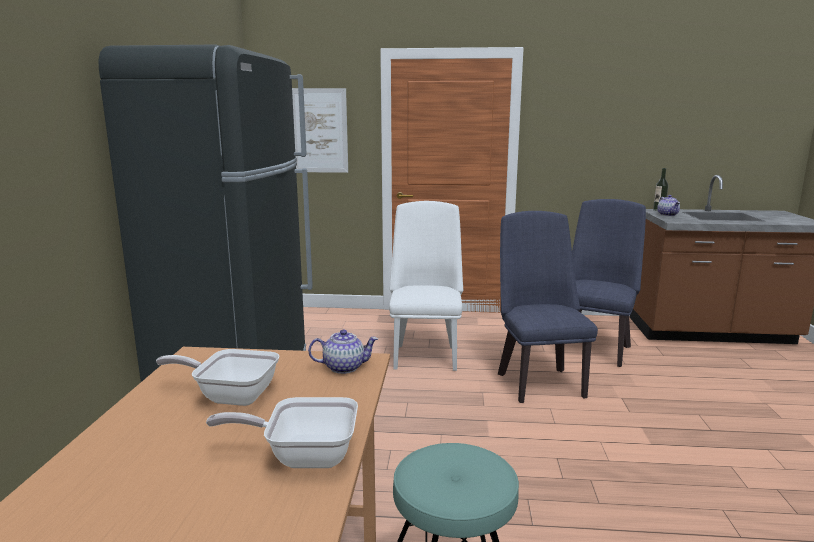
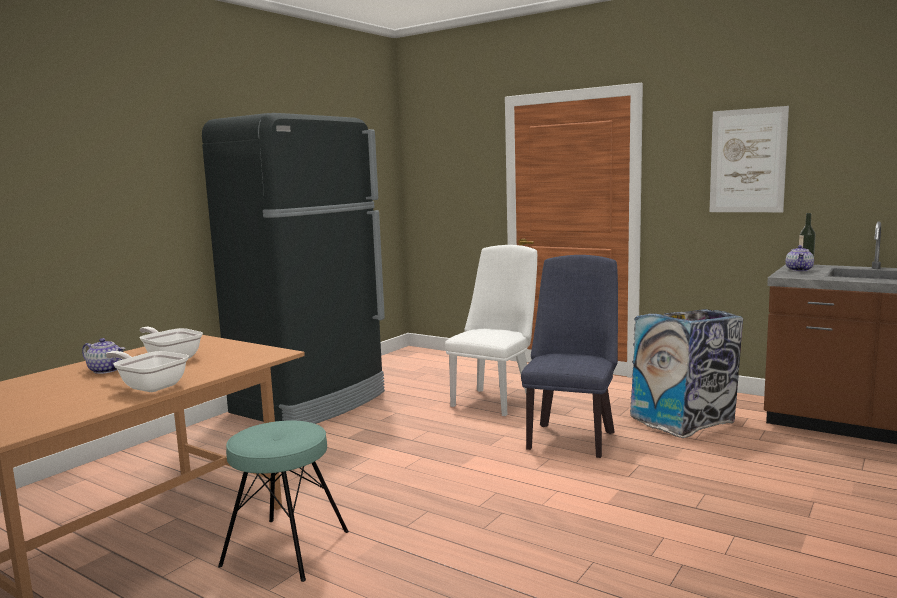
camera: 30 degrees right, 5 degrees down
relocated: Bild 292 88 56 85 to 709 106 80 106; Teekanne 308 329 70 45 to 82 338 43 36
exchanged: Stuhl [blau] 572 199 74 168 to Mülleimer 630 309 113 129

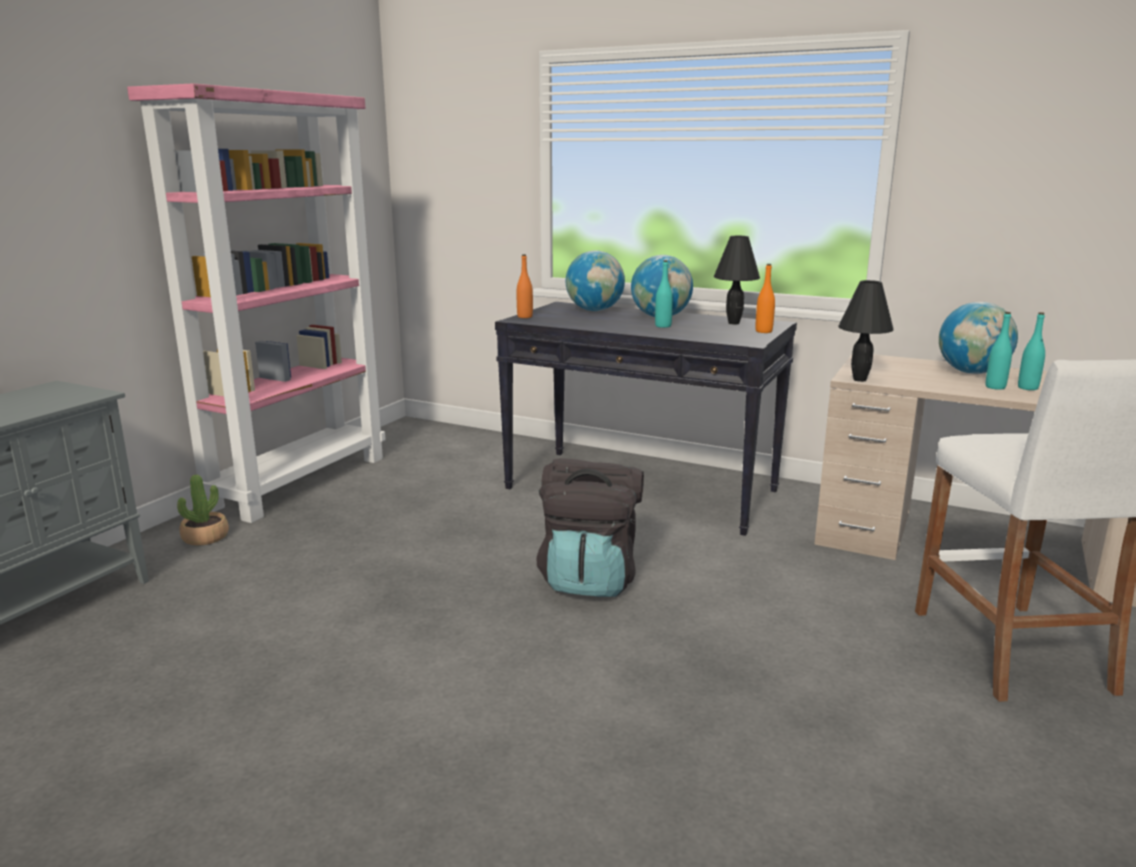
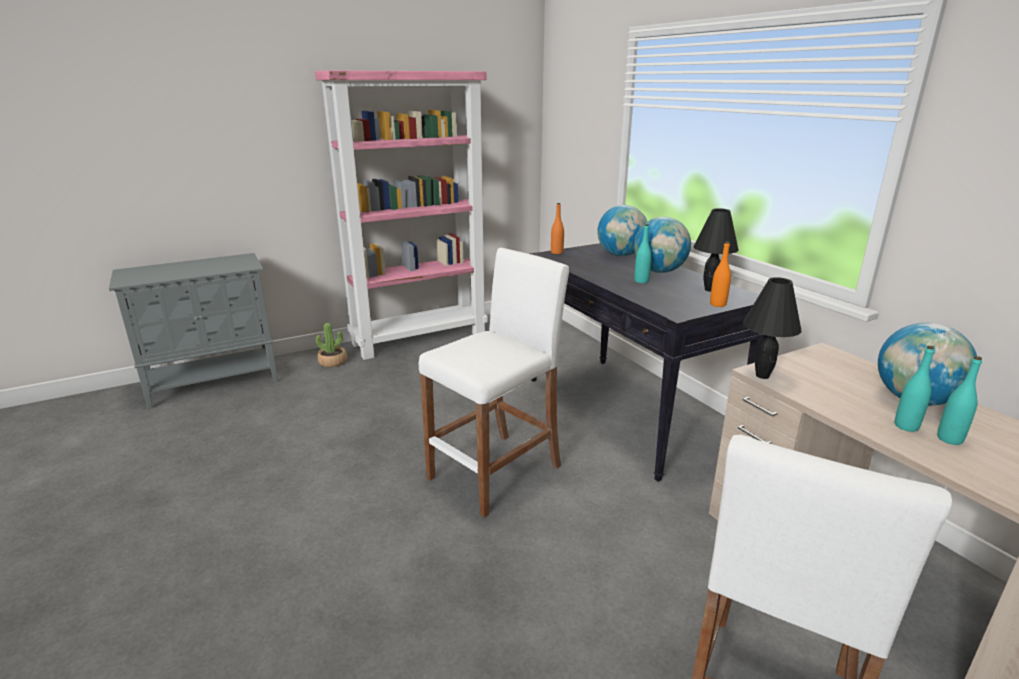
camera: 35 degrees right, 5 degrees up
exchanged: Rucksack [schwarz] 536 458 108 139 to Hocker [weiß] 419 248 150 270

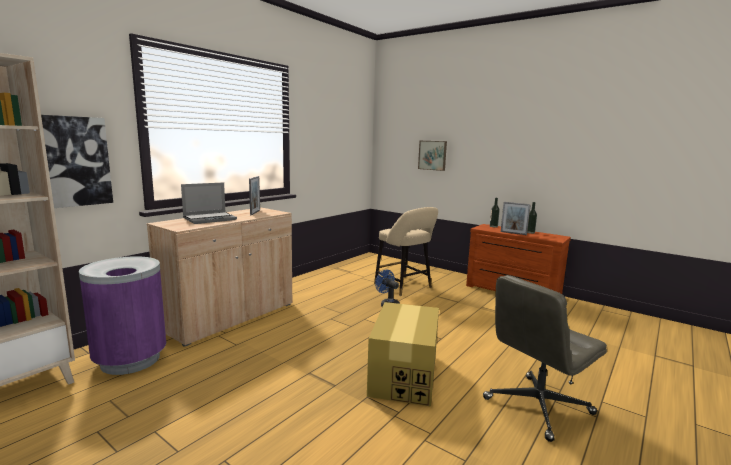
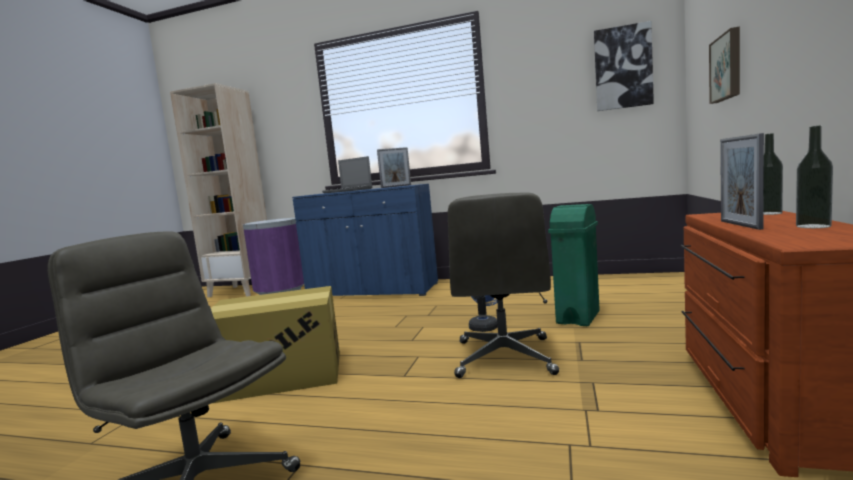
camera: 70 degrees right, 5 degrees down
appeared: Bürostuhl [grau] 448 193 111 185
relocated: Bild 41 115 72 93 to 594 21 60 90
exchanged: Hocker [beige] 374 207 64 89 to Mülleimer [grün] 548 204 52 123
colour: Schrank [beige] 147 207 145 140 to Schrank [blau] 292 184 146 112

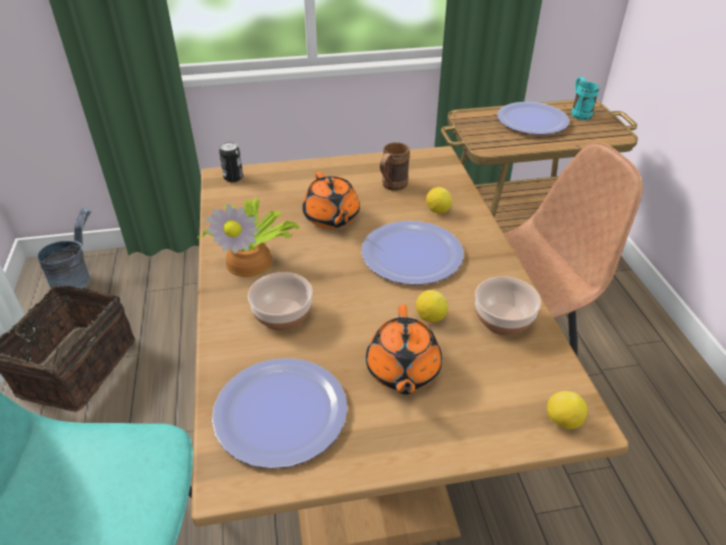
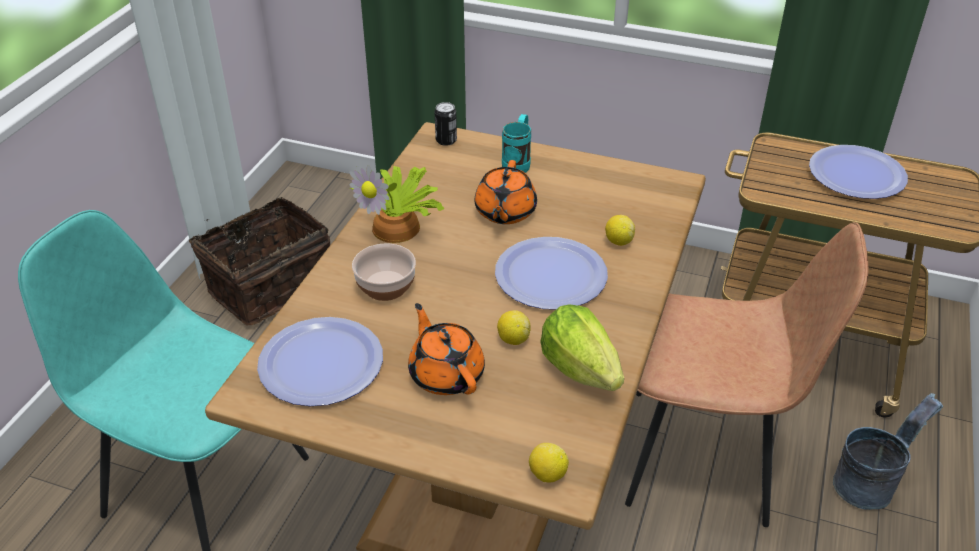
camera: 30 degrees right, 0 degrees up
missing: Henkelbecher [braun] 380 142 30 49
relocated: Eimer [grau] 37 206 54 83 to 833 393 110 117; Henkelbecher [türkis] 571 77 28 43 to 502 114 29 59
exchanged: Schüssel 475 276 66 60 to Salatkopf 540 304 84 87
spun: Teekanne [orange] 366 304 76 90 = 408 303 77 92 120 degrees clockwise

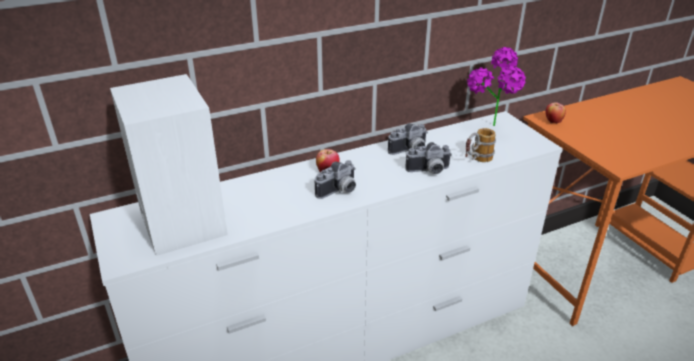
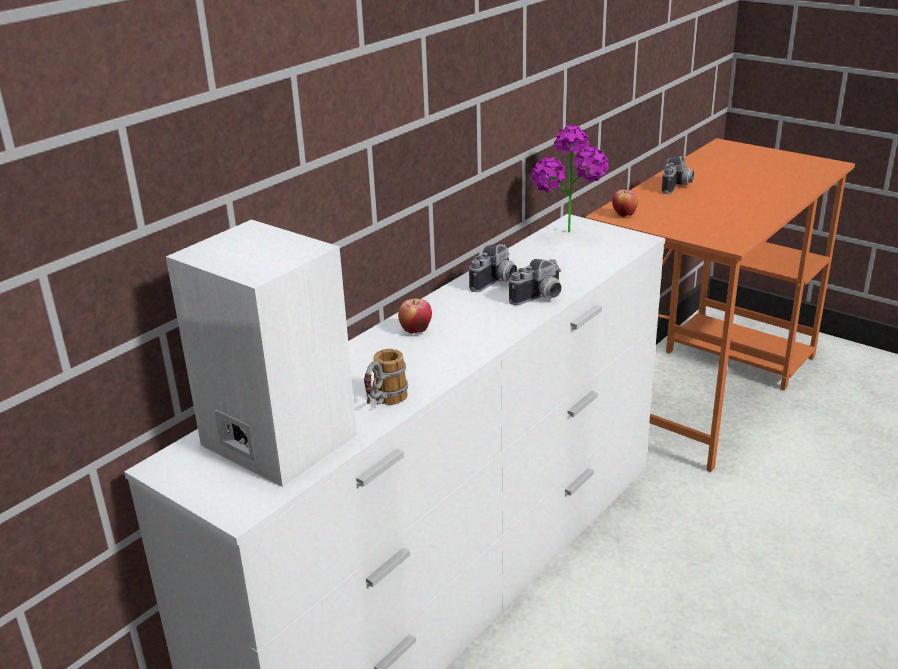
camera: 25 degrees left, 5 degrees down
relocated: Kamera 315 160 41 39 to 662 156 32 38; Henkelbecher 465 128 31 34 to 364 349 44 56

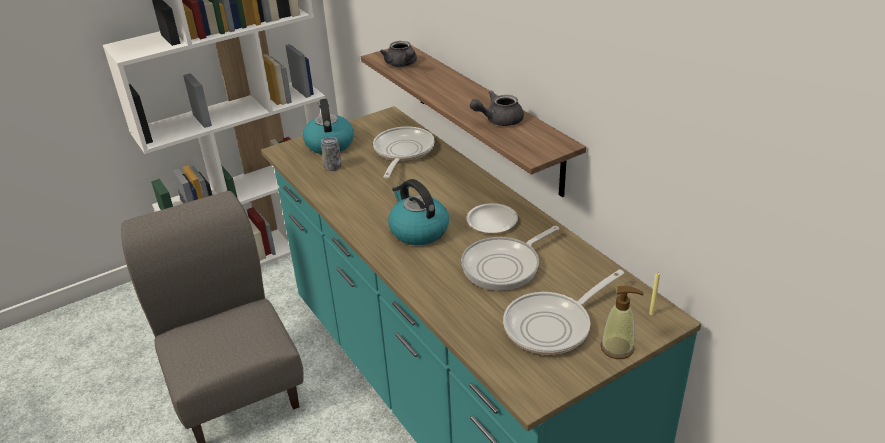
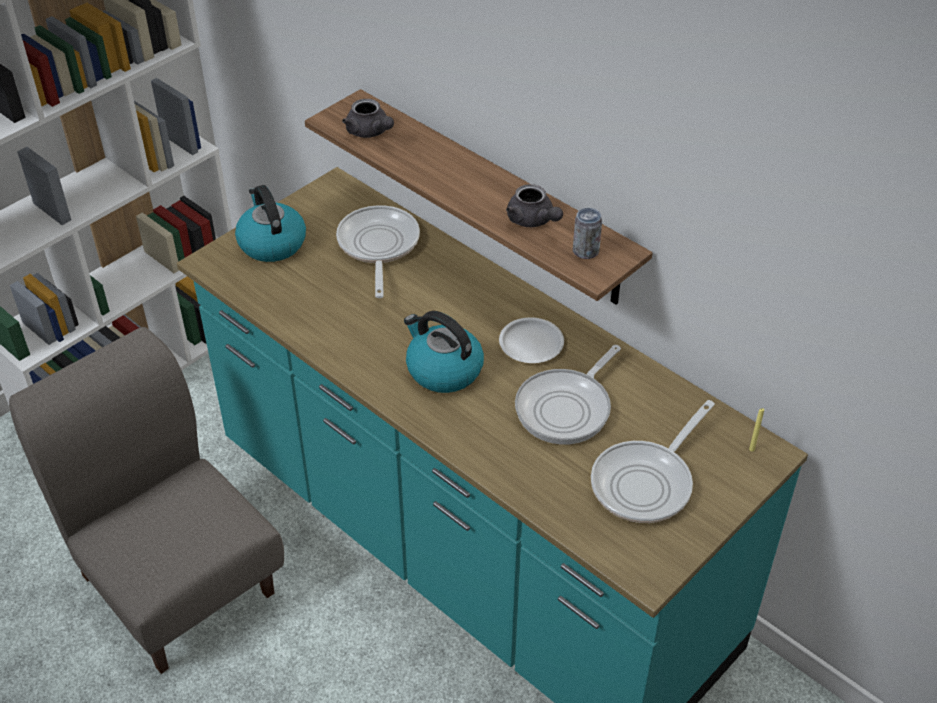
camera: 15 degrees left, 10 degrees up
missing: Seifenspender 600 286 44 73
relocated: Dose 321 137 21 34 to 573 208 29 51
spun: Teekanne [grau] 470 91 54 35 = 506 184 57 43 90 degrees counterclockwise

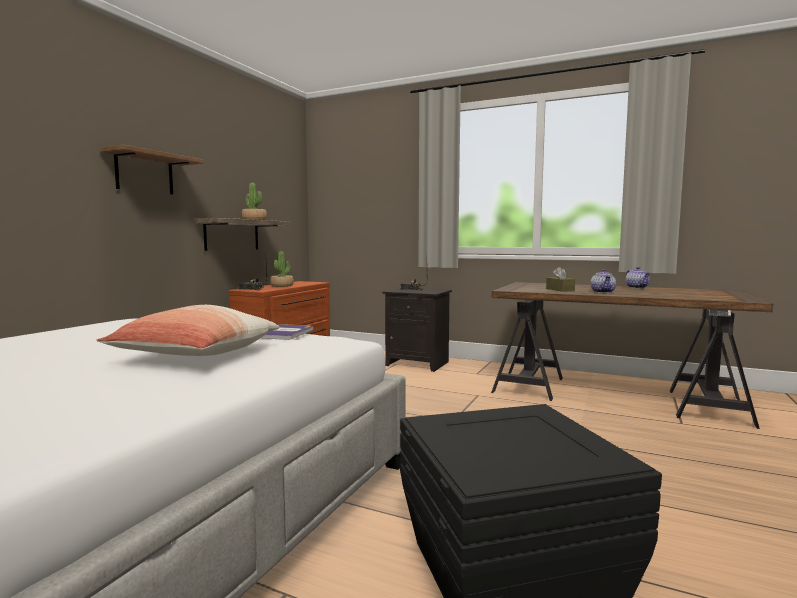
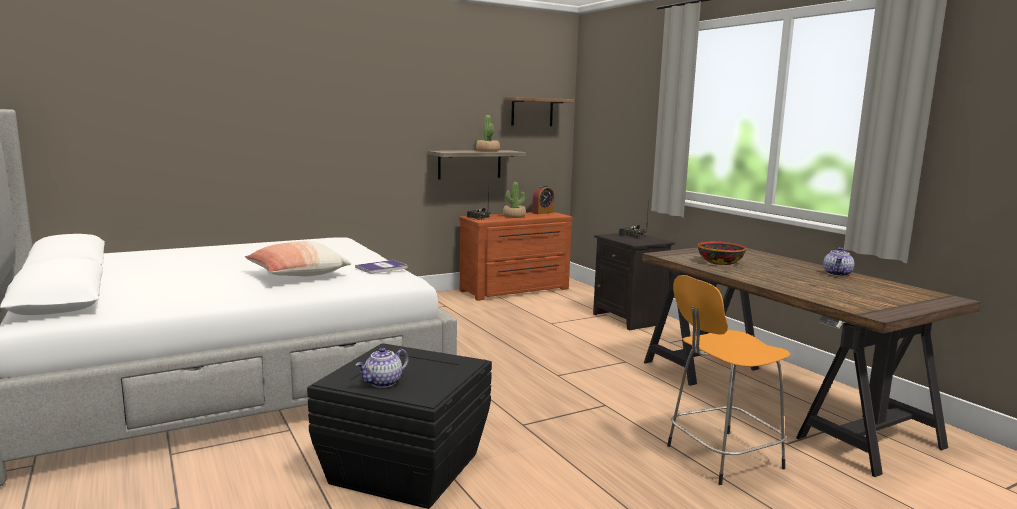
camera: 35 degrees right, 5 degrees up
appeared: Wecker 532 185 22 29; Hocker [orange] 667 275 123 210
relocated: Wandregal 100 145 104 50 to 503 97 72 29; Teekanne 591 269 25 24 to 356 348 53 40
exchanged: Taschentuchbox [braun] 546 267 29 25 to Schüssel 698 242 48 23

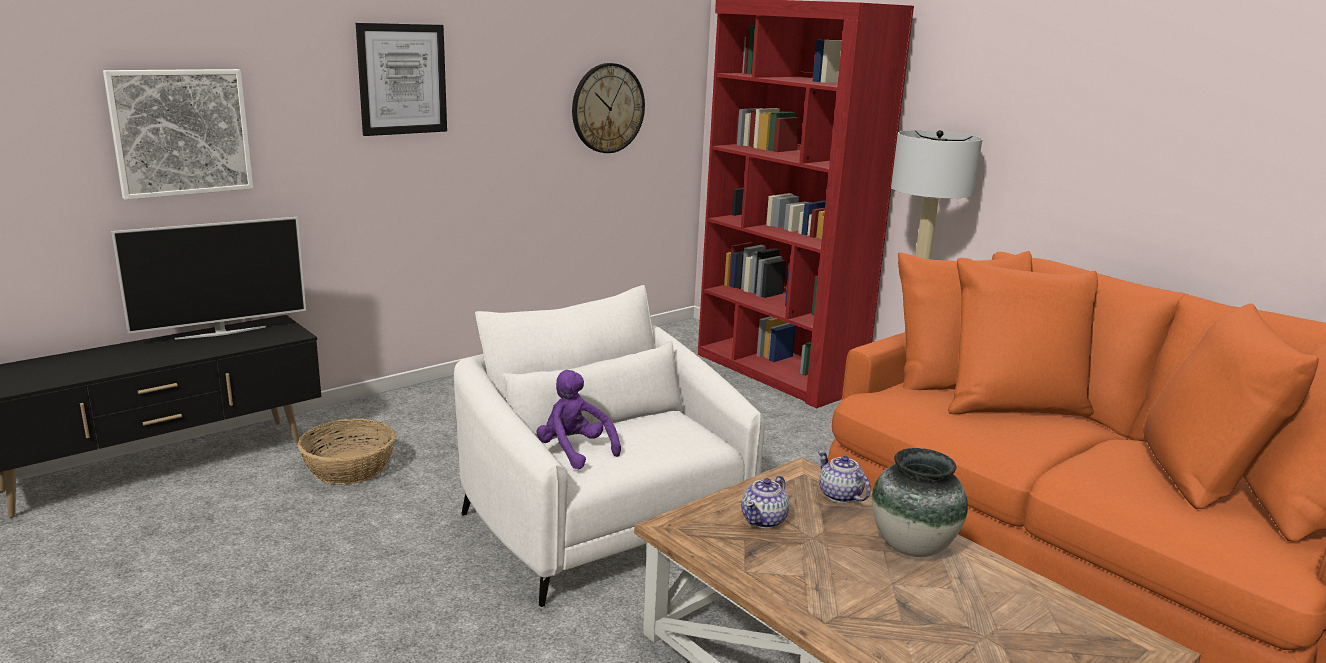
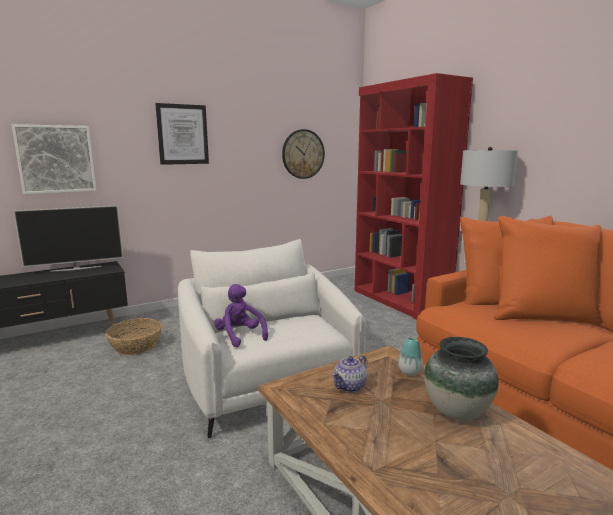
camera: 10 degrees right, 5 degrees down
exchanged: Teekanne 818 451 53 52 to Vase 398 337 25 39

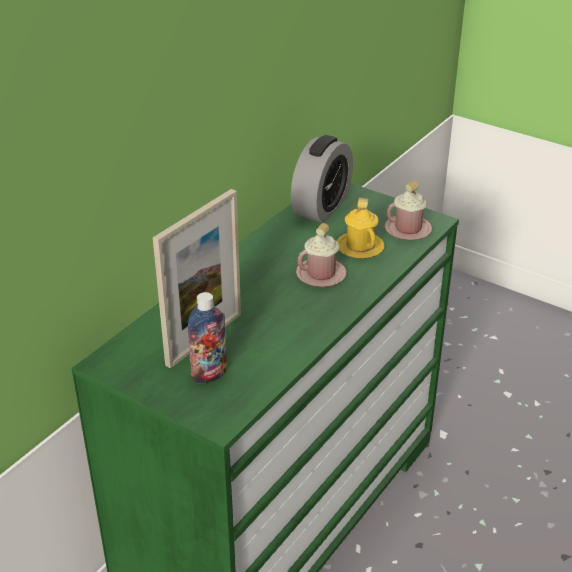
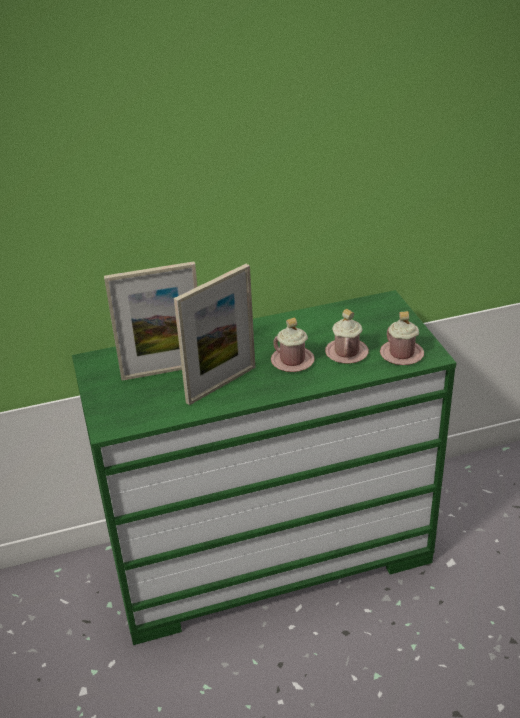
camera: 40 degrees right, 0 degrees up
missing: Flasche 188 292 39 92; Wecker 291 135 62 88
appeared: Bilderrahmen 174 264 81 141
colour: Henkelbecher [gelb] 337 197 48 62 to Henkelbecher [rosa] 325 309 44 55

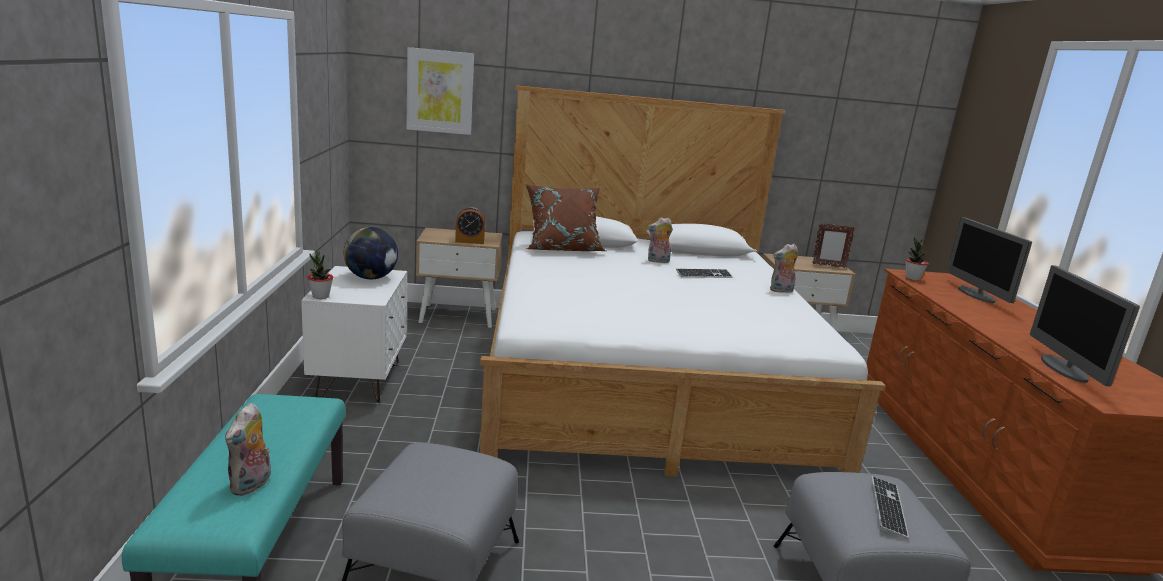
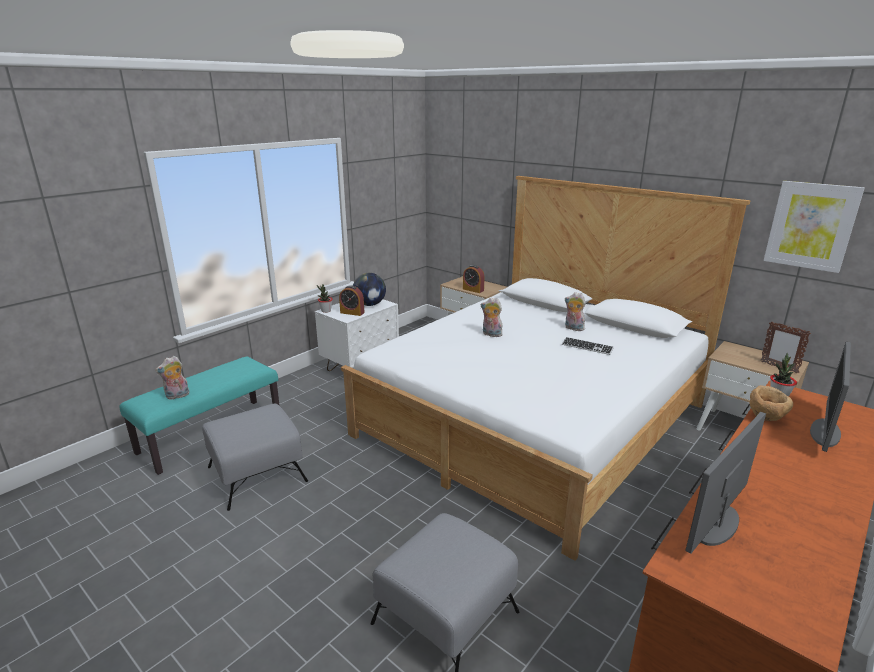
camera: 45 degrees right, 5 degrees up
missing: Kissen [braun] 525 184 81 67; Tastatur 871 476 38 63
appeared: Wecker 339 285 26 31; Schüssel [braun] 749 385 44 36
relocated: Bild 406 47 68 88 to 764 181 101 92; Plüschtier 770 244 28 49 to 481 297 22 40

